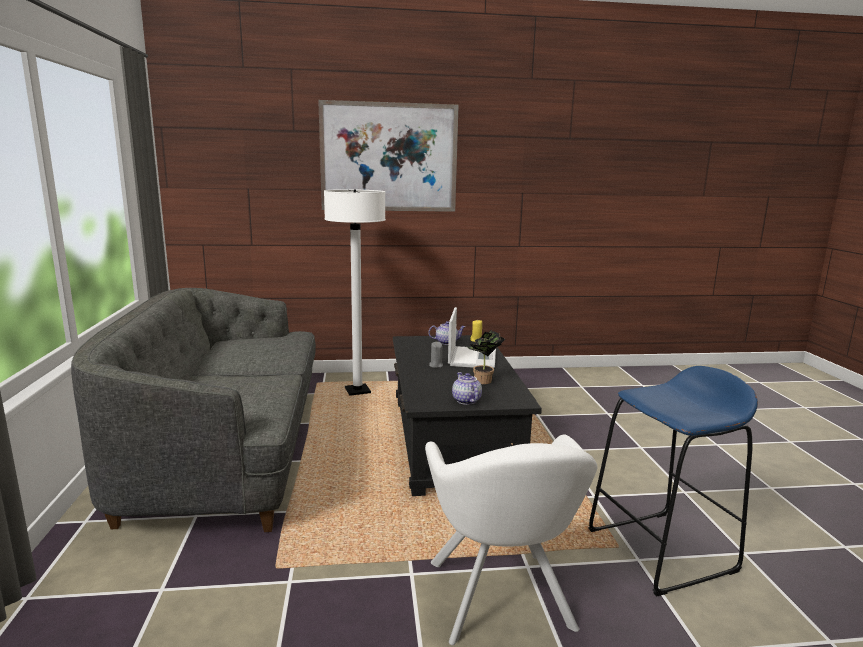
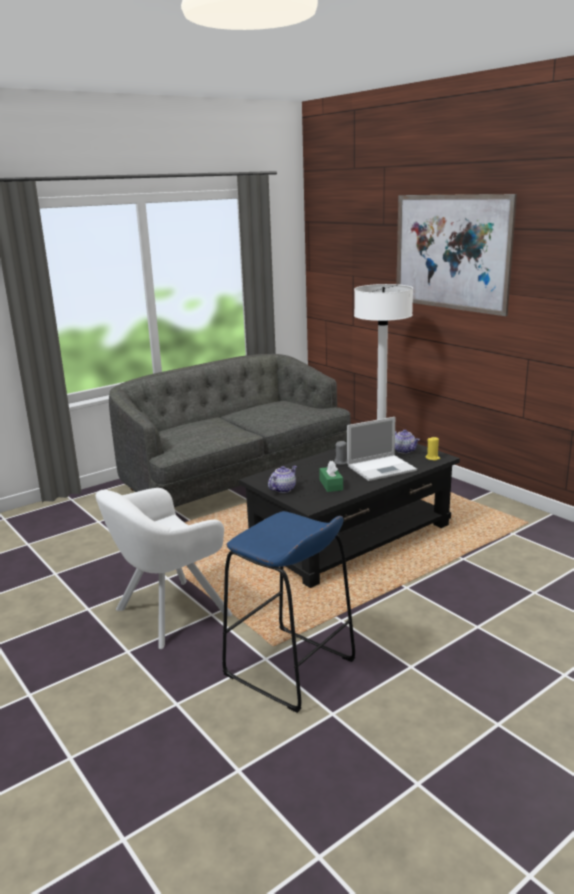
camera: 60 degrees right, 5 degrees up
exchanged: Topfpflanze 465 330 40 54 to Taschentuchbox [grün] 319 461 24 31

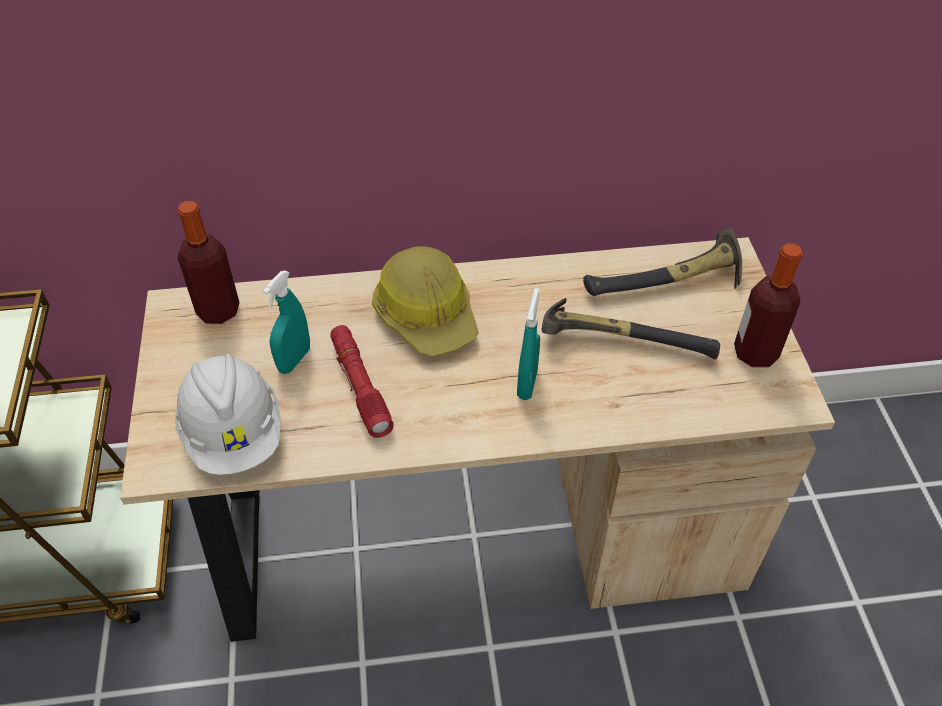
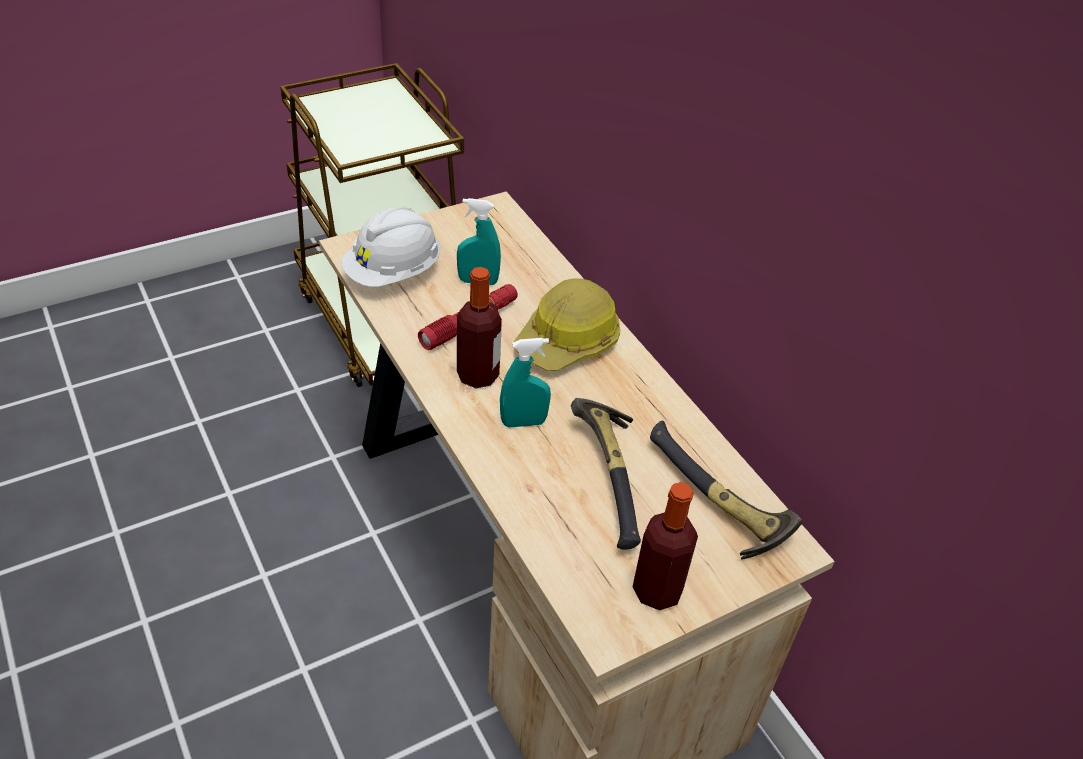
camera: 65 degrees right, 5 degrees down
relocated: Flasche 177 201 63 123 to 457 267 45 121

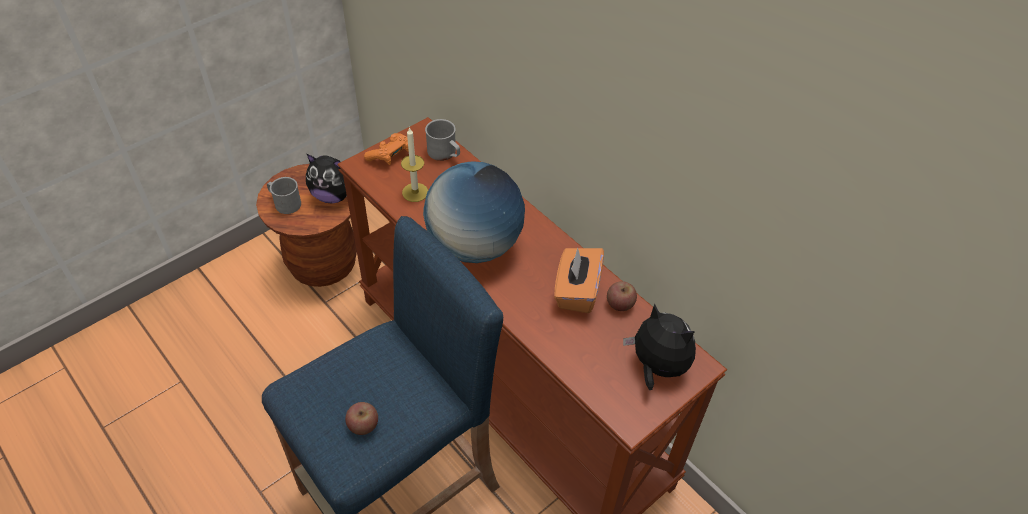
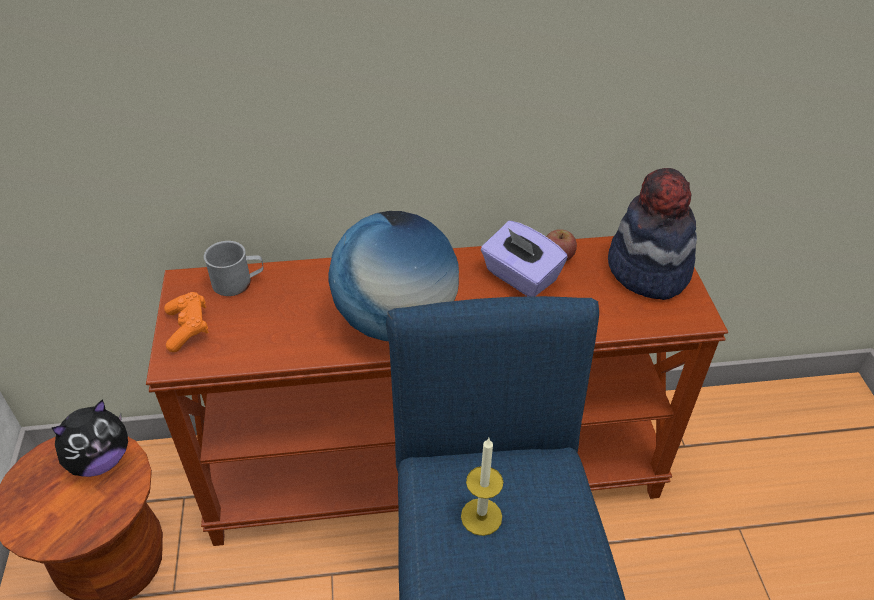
camera: 55 degrees left, 5 degrees down
missing: Henkelbecher [grau] 267 177 34 37; Apfel 345 402 33 33
relocated: Kerze 401 127 27 75 to 461 438 42 98
exchanged: Plüschtier 623 304 73 86 to Hut 608 168 89 132
colour: Taschentuchbox [orange] 554 247 50 66 to Taschentuchbox [lila] 481 221 87 76

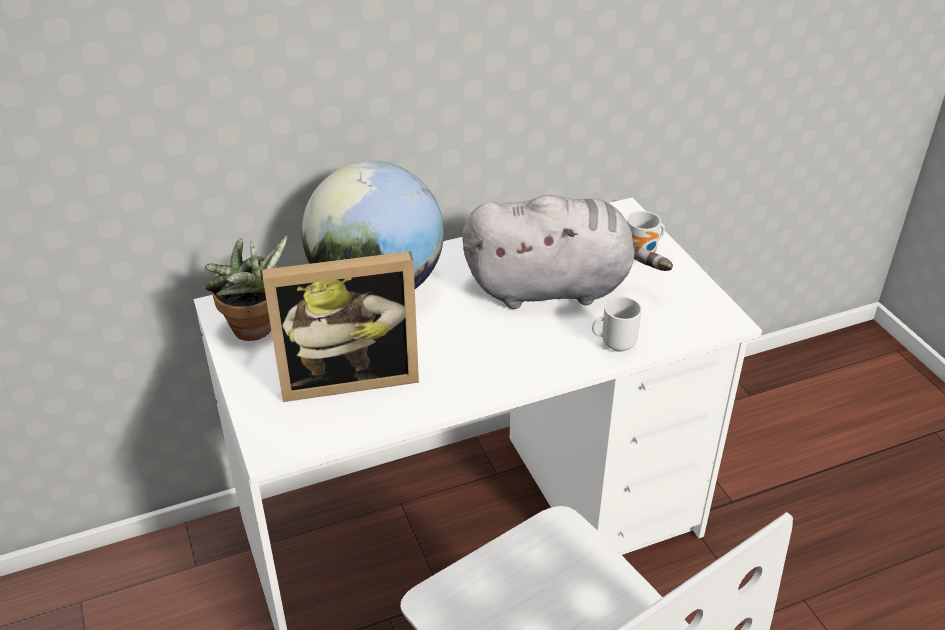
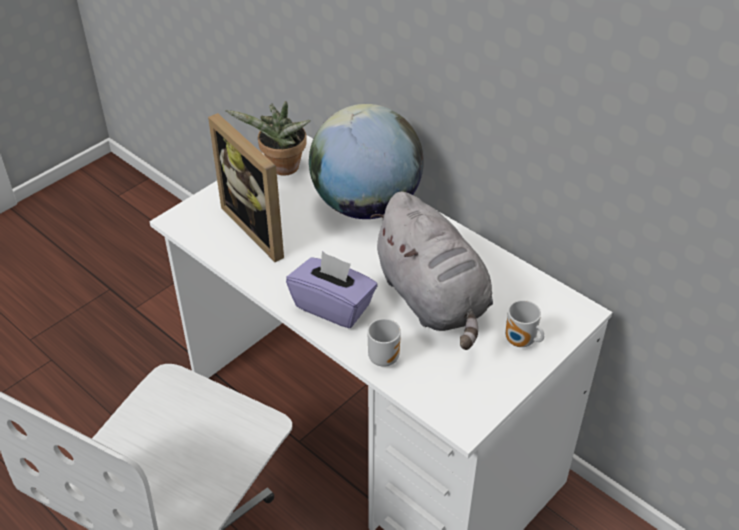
camera: 65 degrees right, 5 degrees up
appeared: Taschentuchbox [lila] 286 251 91 77

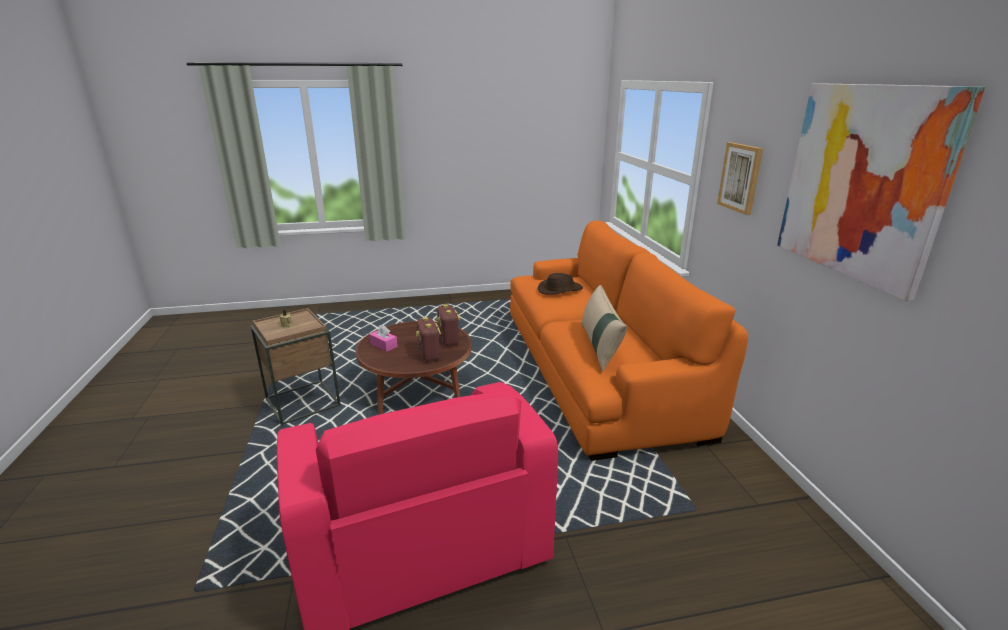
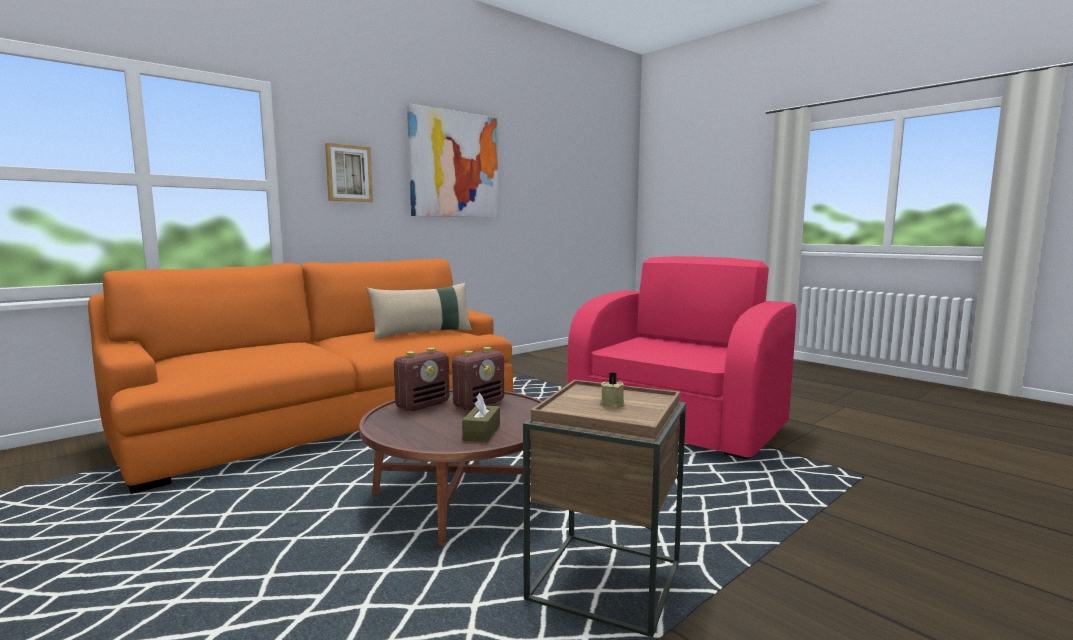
camera: 120 degrees left, 15 degrees down
missing: Hut [braun] 538 273 45 22
colour: Taschentuchbox [rosa] 369 325 29 27 to Taschentuchbox [braun] 462 393 38 49

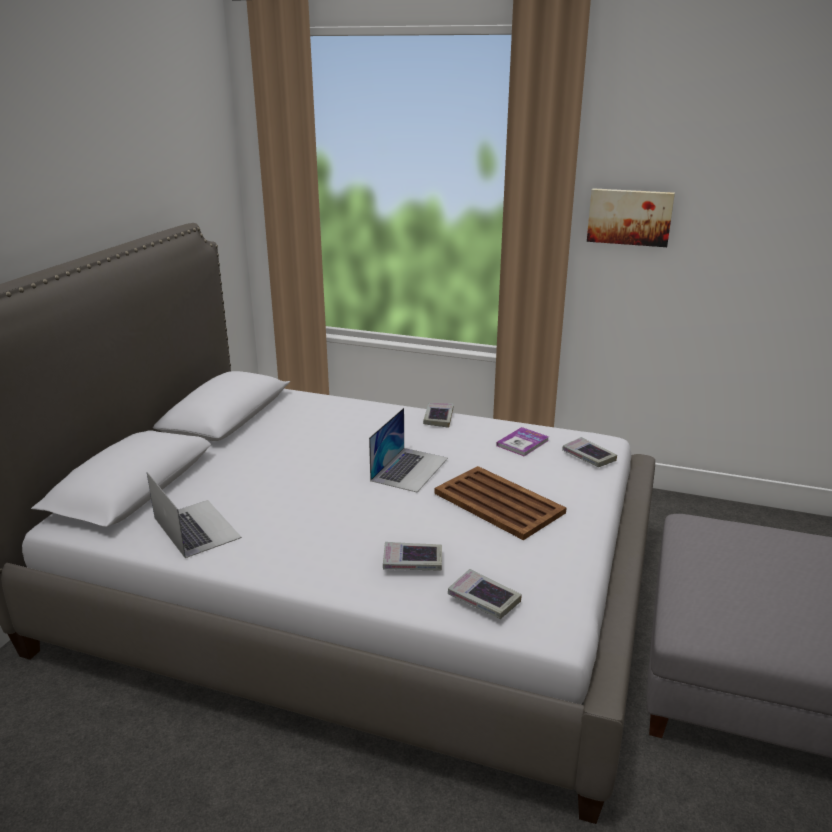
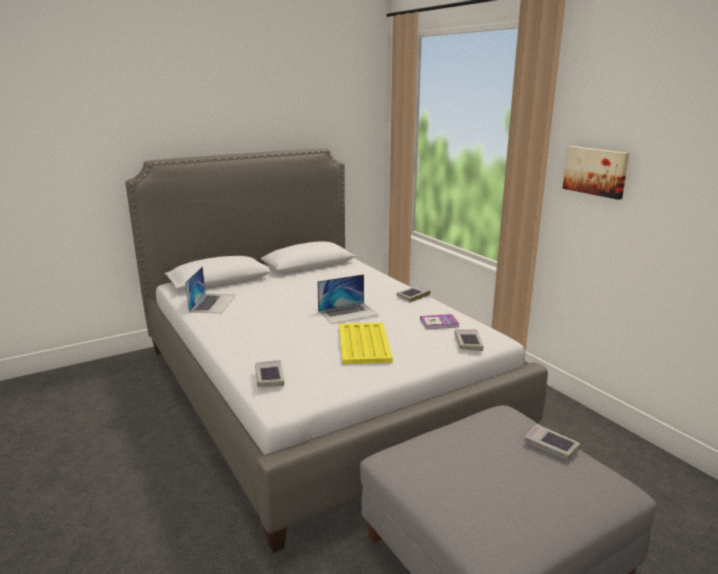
camera: 40 degrees right, 5 degrees down
relocated: Buch 383 542 59 29 to 524 424 56 36
colour: Tablett [braun] 434 466 132 74 to Tablett [gelb] 339 322 54 42

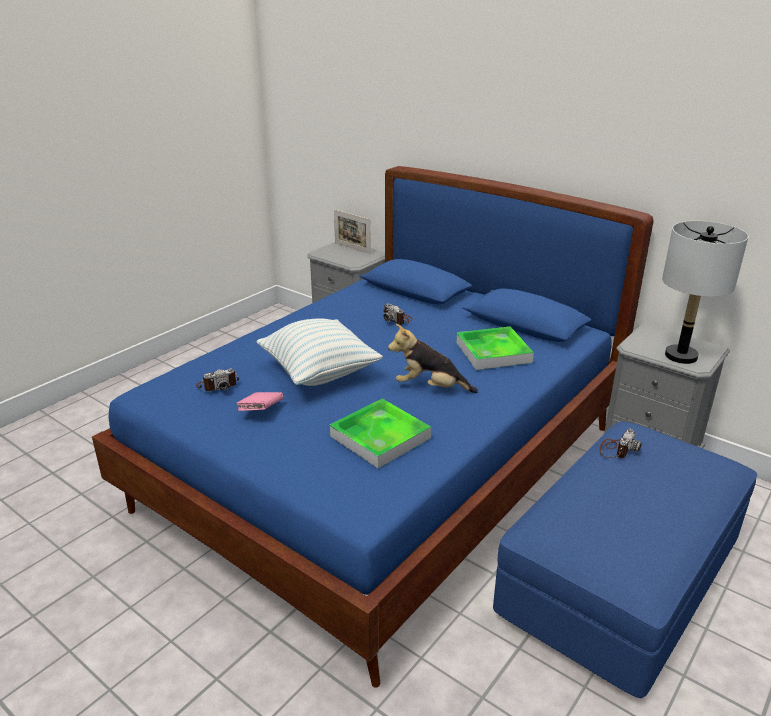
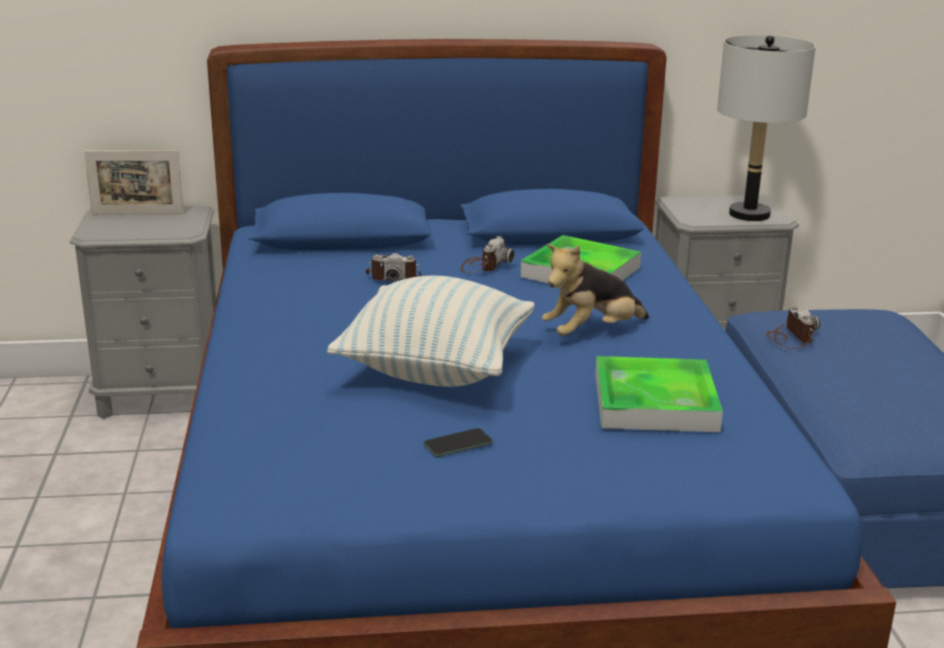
camera: 45 degrees left, 5 degrees down
relocated: Kamera 196 368 43 23 to 461 236 53 37
exchanged: Buch [rosa] 236 392 48 19 to Handy 423 428 70 29

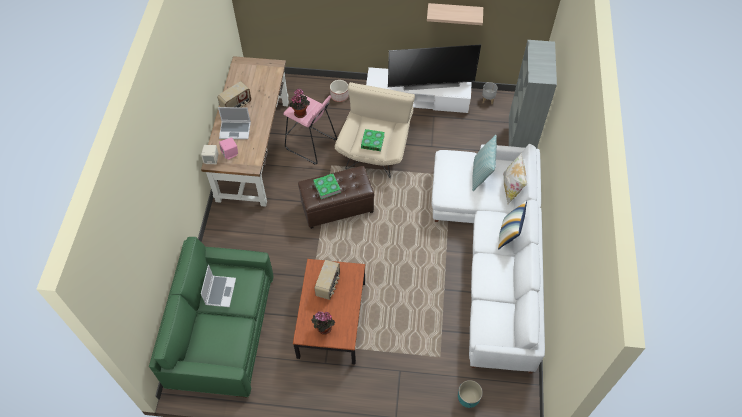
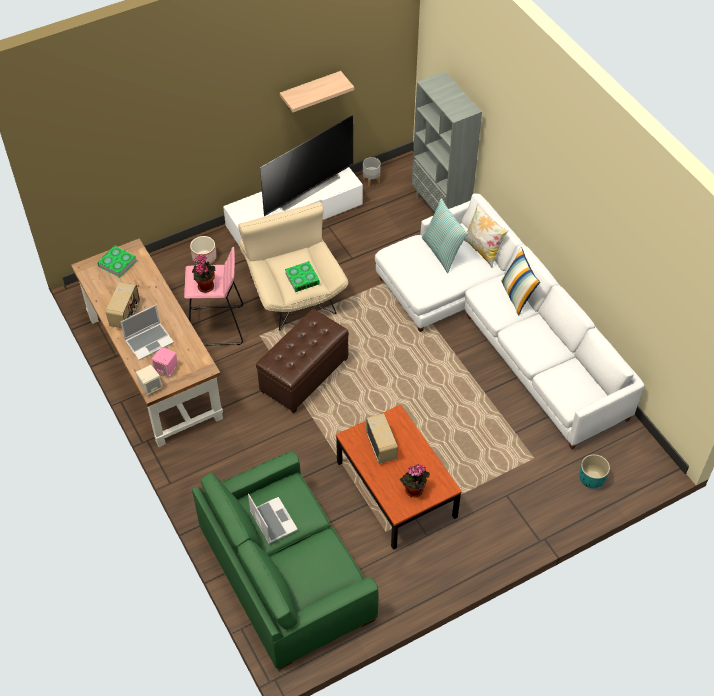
camera: 35 degrees left, 5 degrees down
relocated: Buch 313 173 28 26 to 97 245 40 33

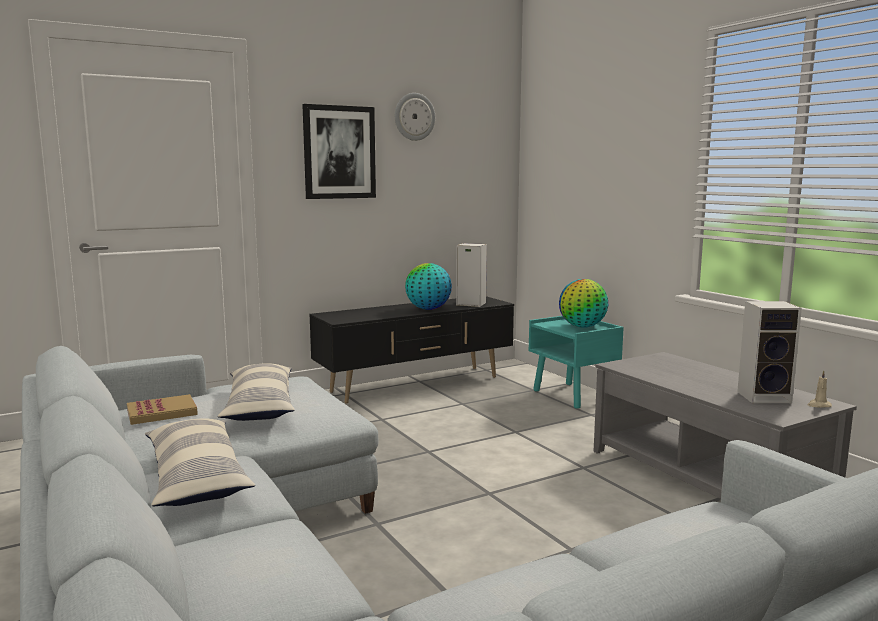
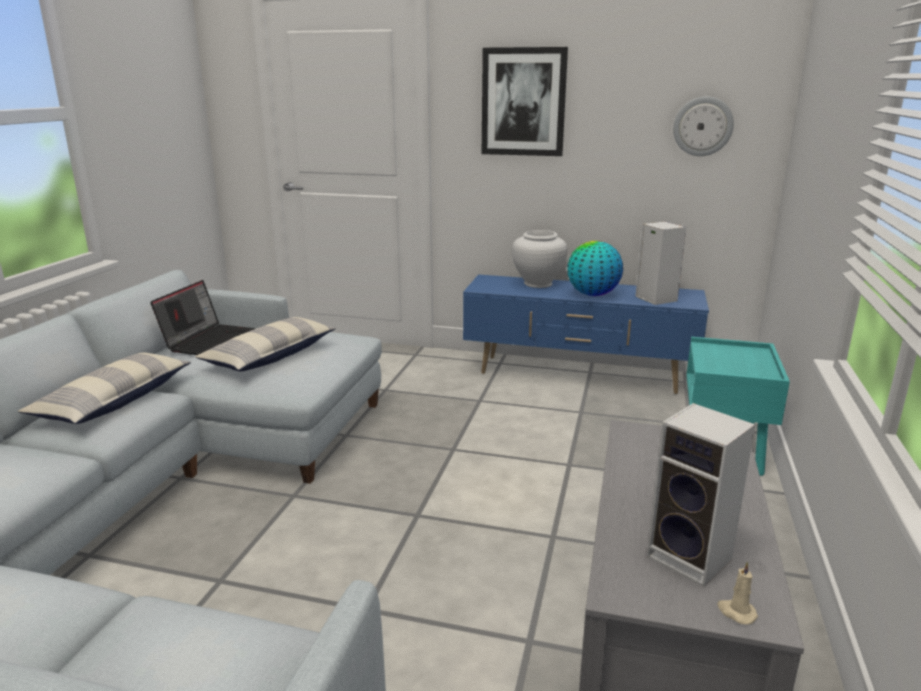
camera: 45 degrees right, 10 degrees up
missing: Globus 559 279 49 49
appeared: Vase [weiß] 512 230 55 58
relocated: Wanduhr 395 93 40 48 to 673 97 61 59
exchanged: Buch 127 394 71 31 to Laptop 150 280 106 75
colour: Fernsehschrank [schwarz] 310 296 204 108 to Fernsehschrank [blau] 463 275 246 119

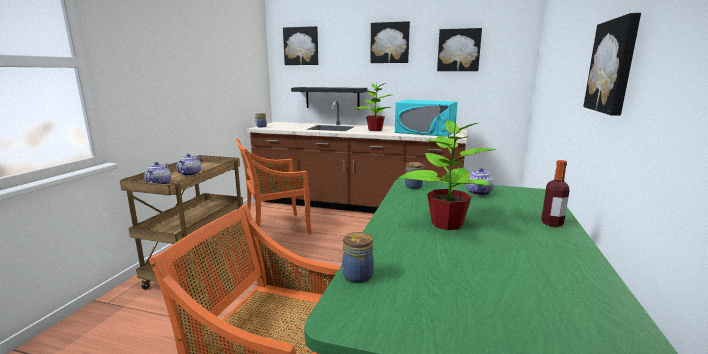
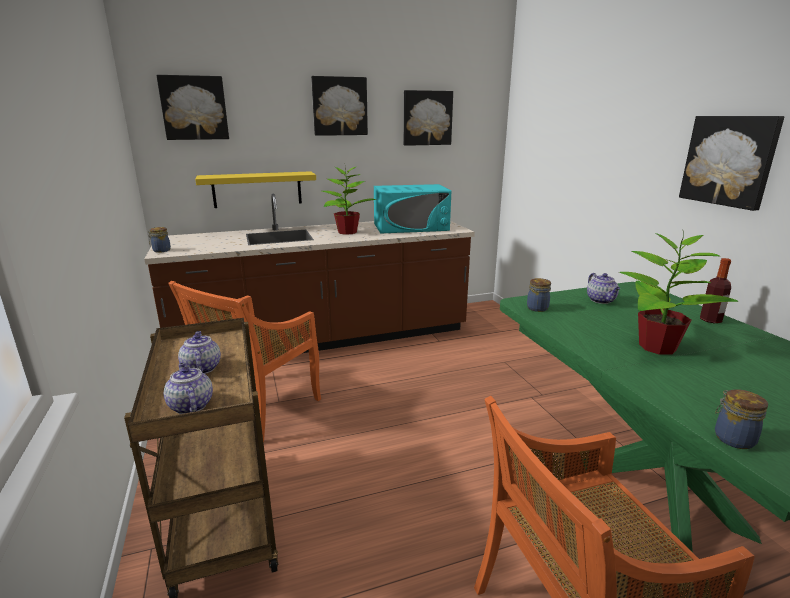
camera: 35 degrees left, 5 degrees up
colour: Wandregal [schwarz] 291 87 76 21 to Wandregal [gelb] 195 171 121 37

